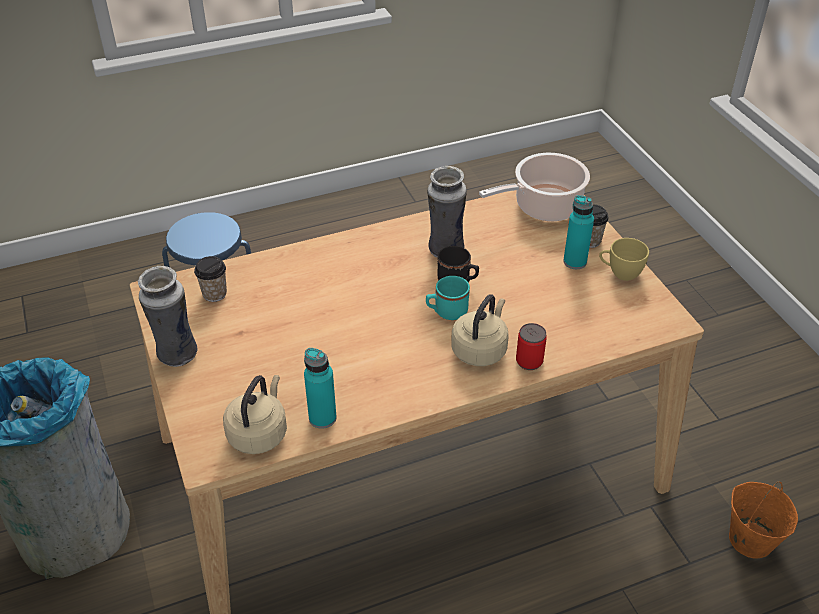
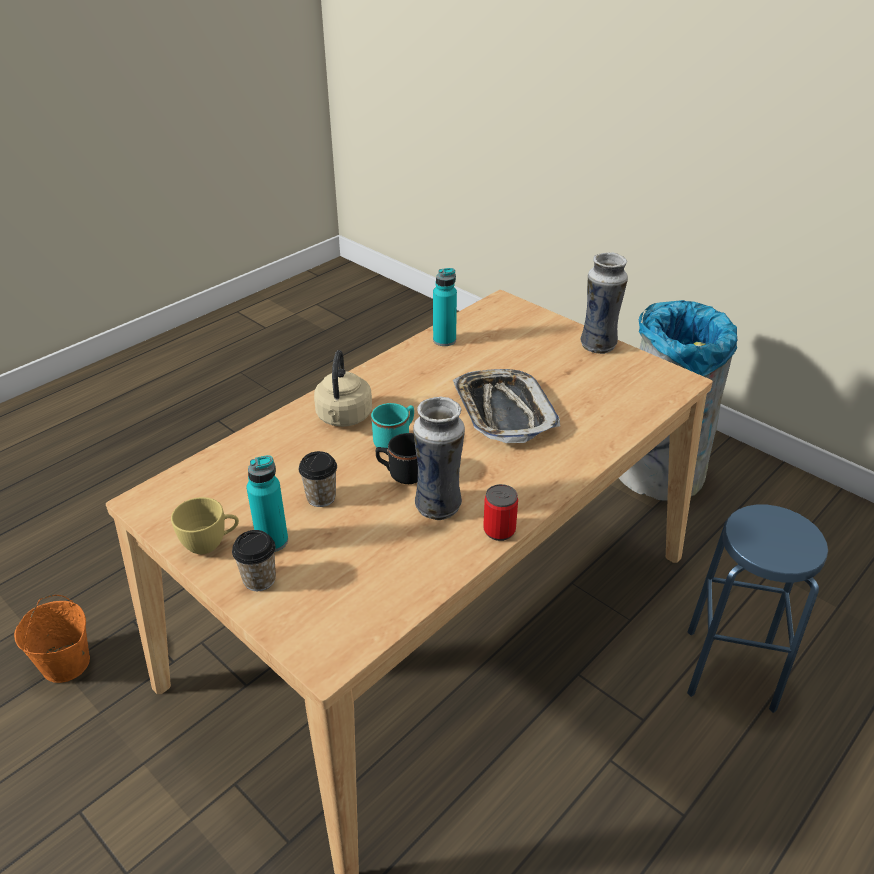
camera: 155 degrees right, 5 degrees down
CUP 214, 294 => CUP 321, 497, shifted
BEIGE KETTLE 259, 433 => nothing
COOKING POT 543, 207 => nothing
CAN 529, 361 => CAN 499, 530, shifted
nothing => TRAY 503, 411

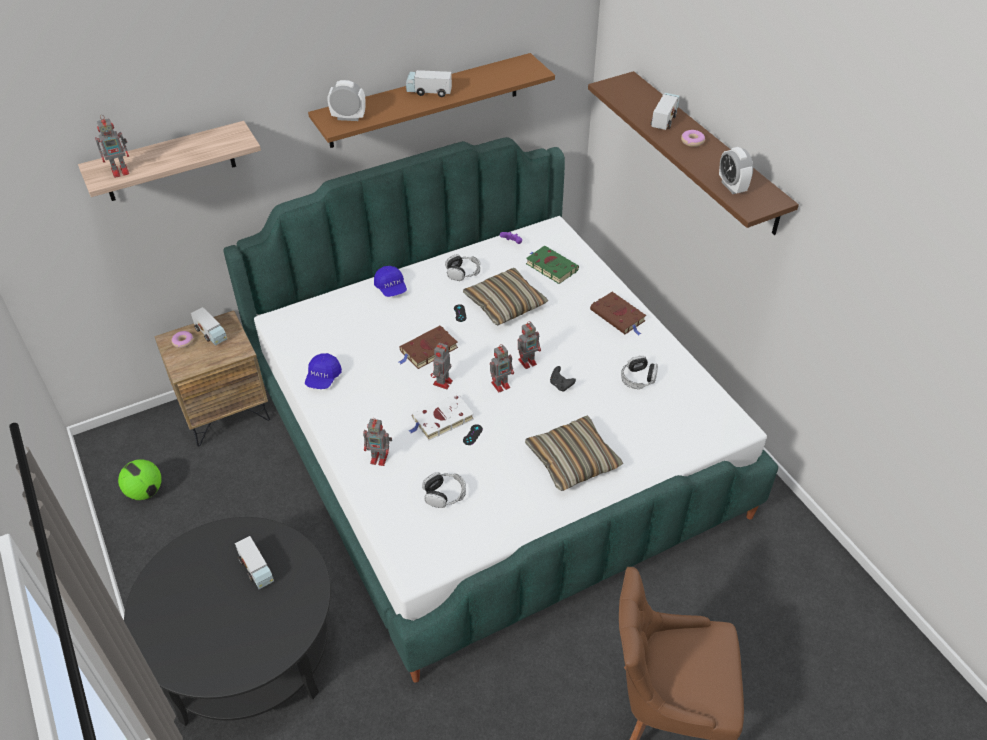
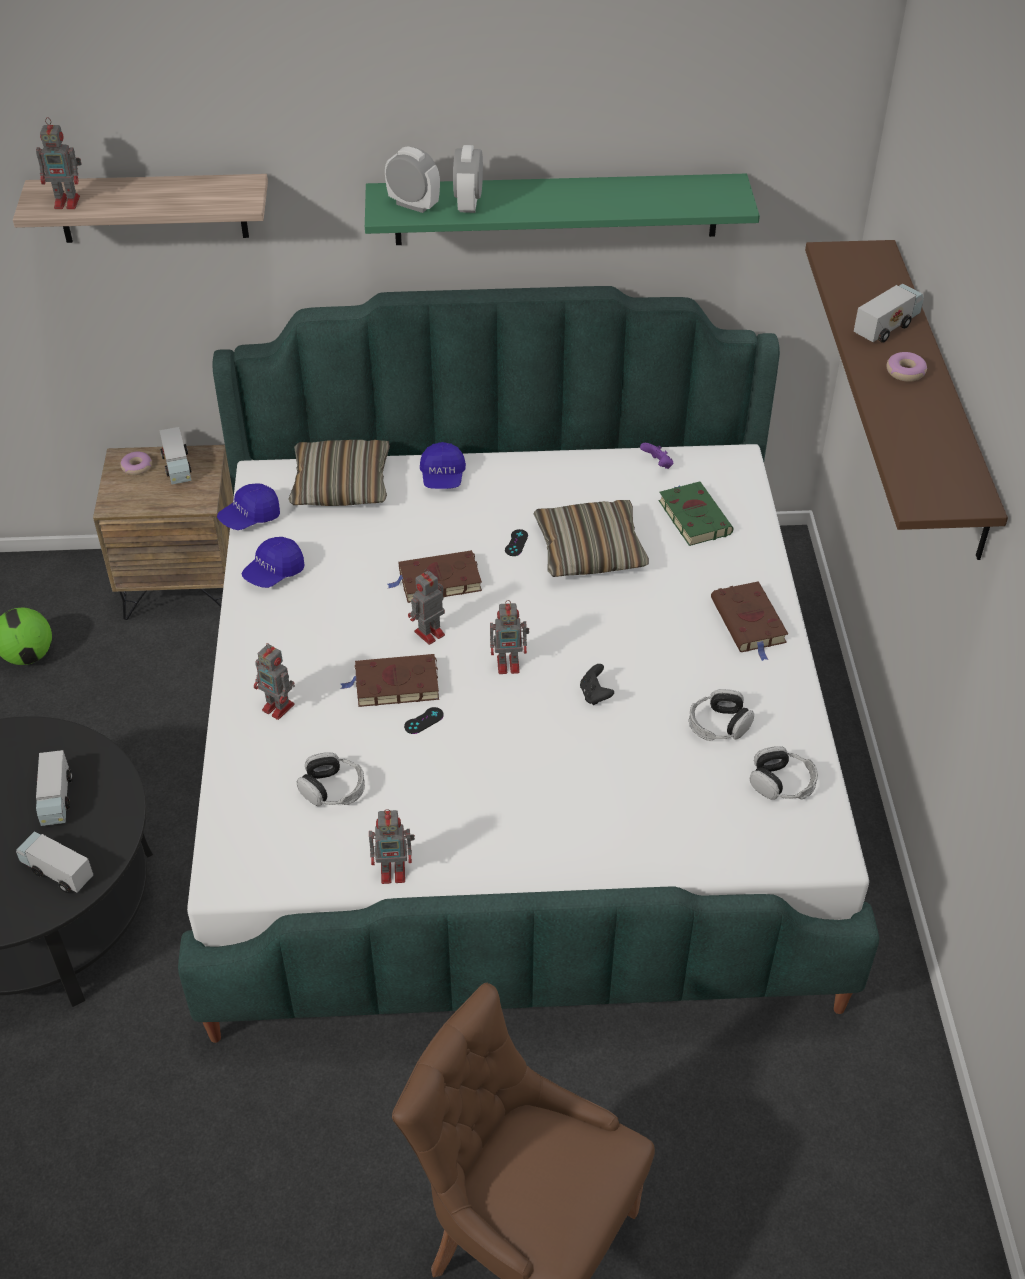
camera: 25 degrees right, 0 degrees up
BROWN SHELF 424, 101 => GREEN SHELF 556, 209
TOY TRUCK 429, 91 => TOY TRUCK 57, 870, shifted
WHITE BOOK 441, 420 => BROWN BOOK 394, 685
HEADPHONES 463, 272 => HEADPHONES 782, 783, shifted
TOY ROBOT 528, 361 => TOY ROBOT 394, 871, shifted
PILLOW 573, 460 => PILLOW 341, 485, shifted
ALARM CLOCK 732, 187 => ALARM CLOCK 468, 204, shifted
nothing => BLUE CAP 250, 517

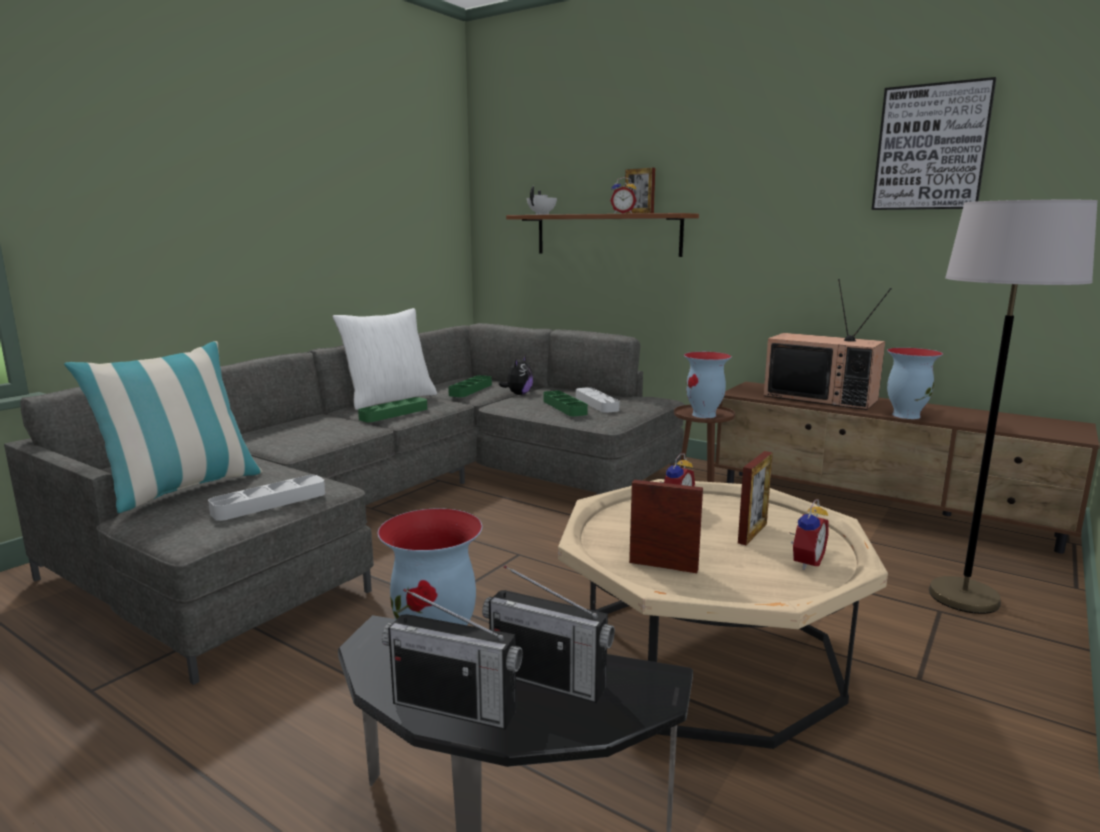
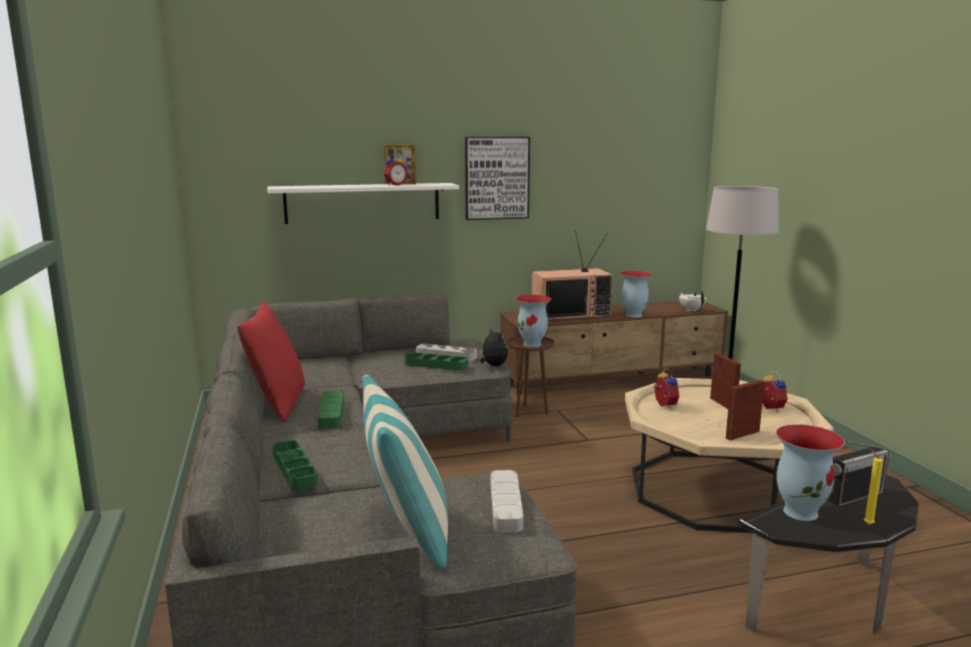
camera: 50 degrees left, 0 degrees up
WHITE PILLOW 389, 399 => RED PILLOW 278, 403
RADIO 455, 707 => YELLOW CANDLE 867, 523
GREEN TRAY 470, 390 => GREEN TRAY 294, 469, shifted
PLUSH TOY 518, 394 => PLUSH TOY 493, 365, shifted
BROWN SHELF 607, 235 => WHITE SHELF 363, 203
WHITE TEAPOT 542, 214 => WHITE TEAPOT 691, 310, shifted
PICTURE 931, 147 => PICTURE 496, 178, shifted

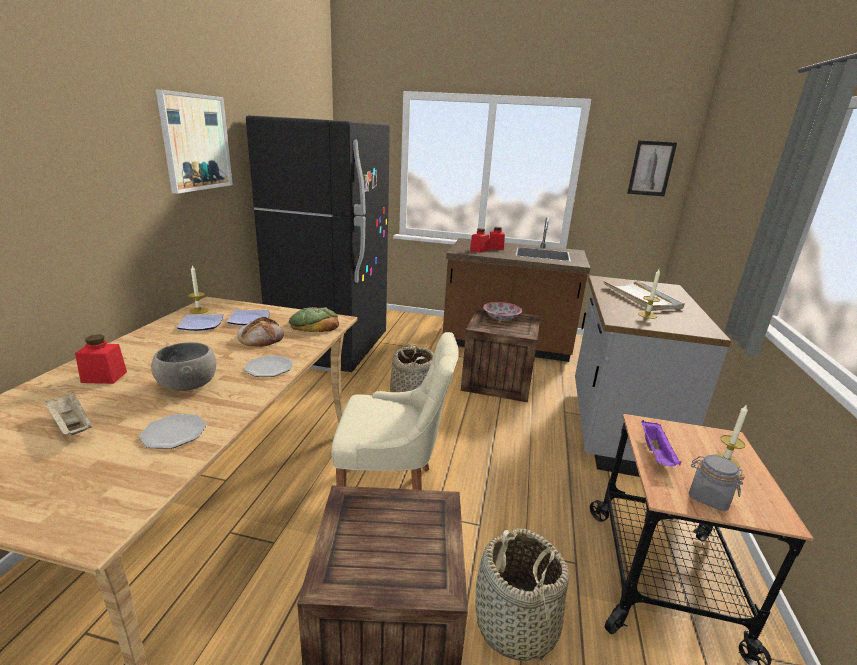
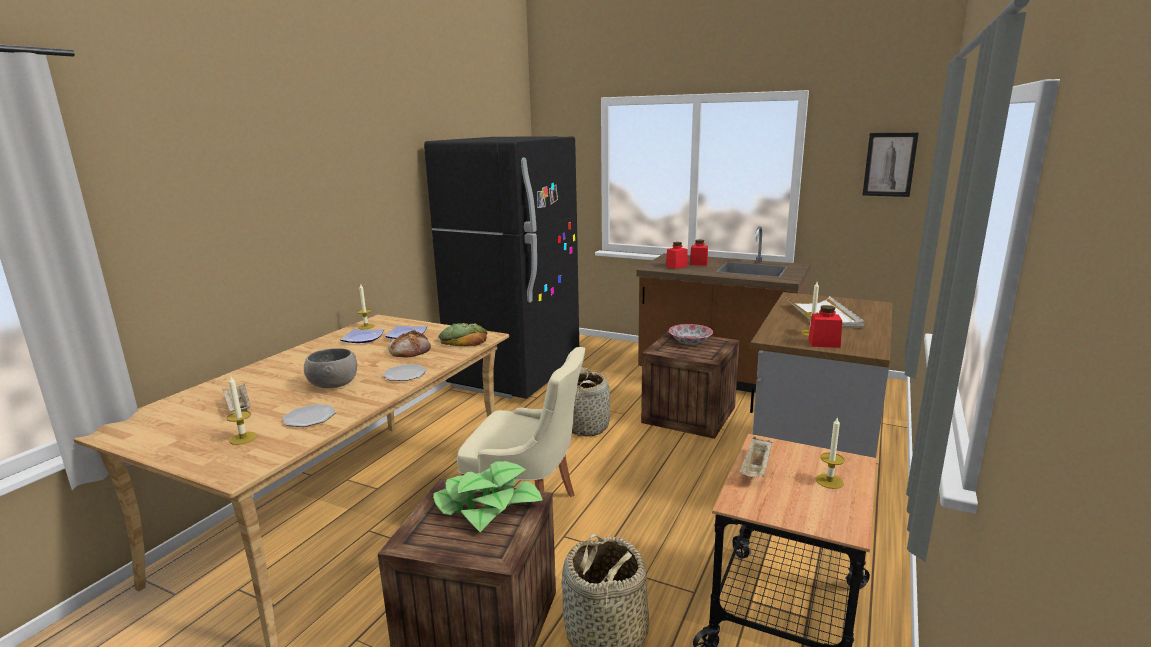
camera: 15 degrees right, 5 degrees down
RED JAR 104, 377 => RED JAR 824, 343, shifted
PICTURE 195, 142 => nothing
PURPLE TRAY 656, 453 => BEIGE TRAY 756, 469
GREY JAR 708, 497 => nothing
nothing => CANDLE 243, 438
nothing => POTTED PLANT 487, 505

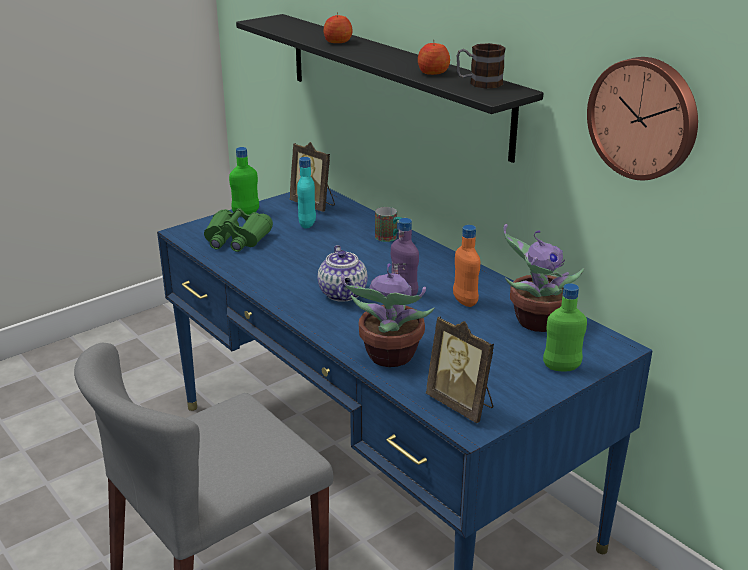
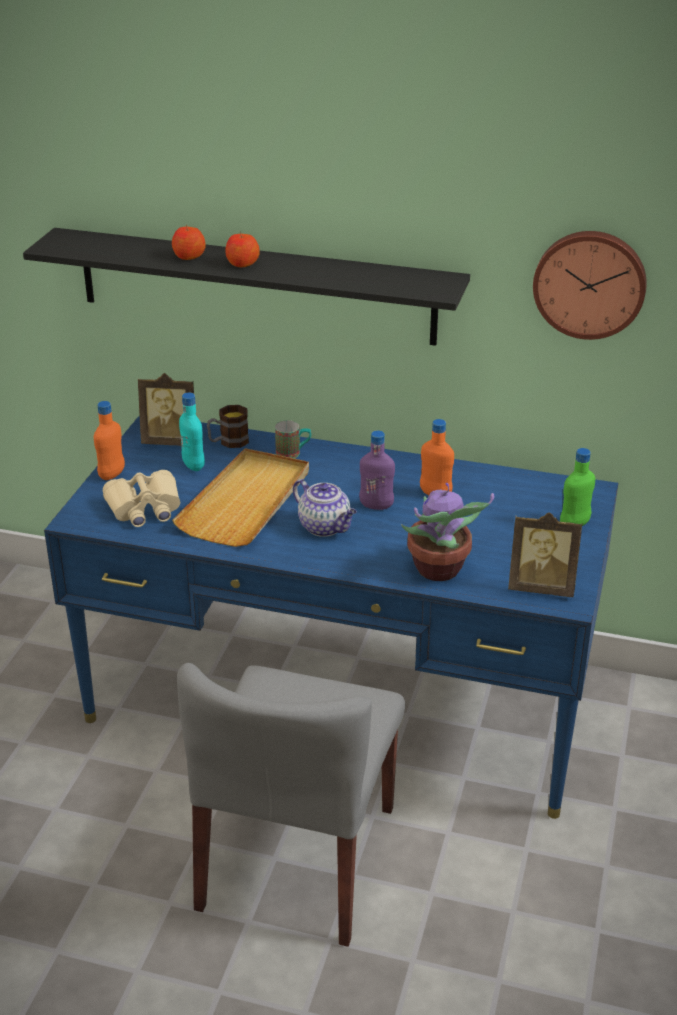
camera: 35 degrees left, 5 degrees up
GREEN BINOCULARS 236, 239 => BEIGE BINOCULARS 144, 508
GREEN BOTTLE 246, 213 => ORANGE BOTTLE 112, 474
APPLE 433, 72 => APPLE 242, 264, shifted
MUG 479, 83 => MUG 228, 442, shifted
POTTED PLANT 536, 322 => nothing
nothing => BEIGE TRAY 246, 501

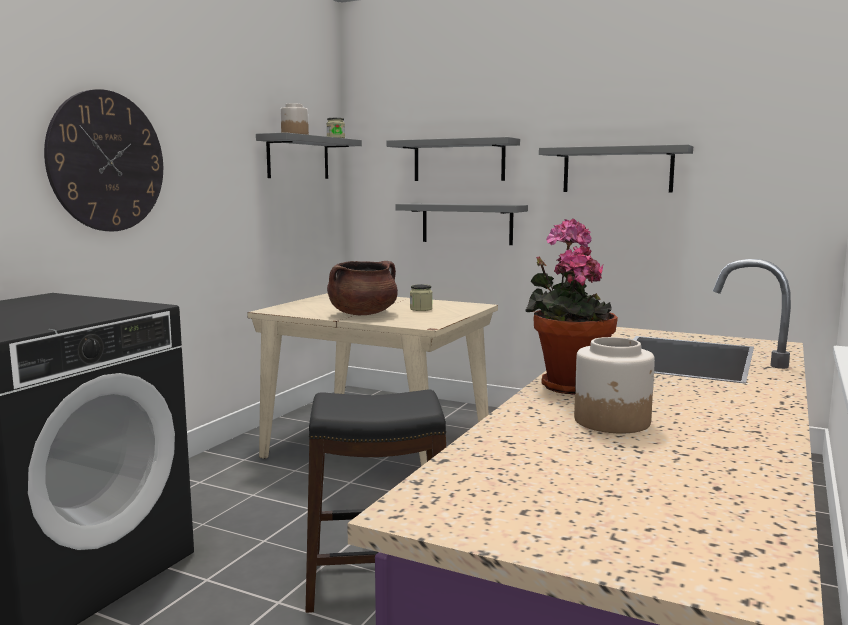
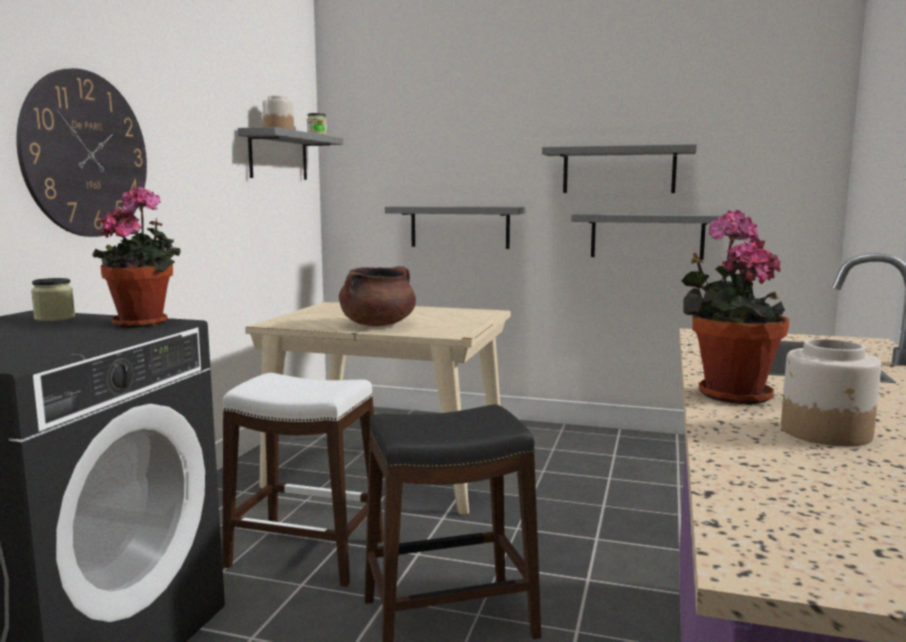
camera: 10 degrees left, 0 degrees up
GREY SHELF 459, 160 => GREY SHELF 647, 236, shifted
JAR 421, 309 => JAR 54, 318, shifted
nothing => POTTED PLANT 145, 322
nothing => WHITE STOOL 306, 554

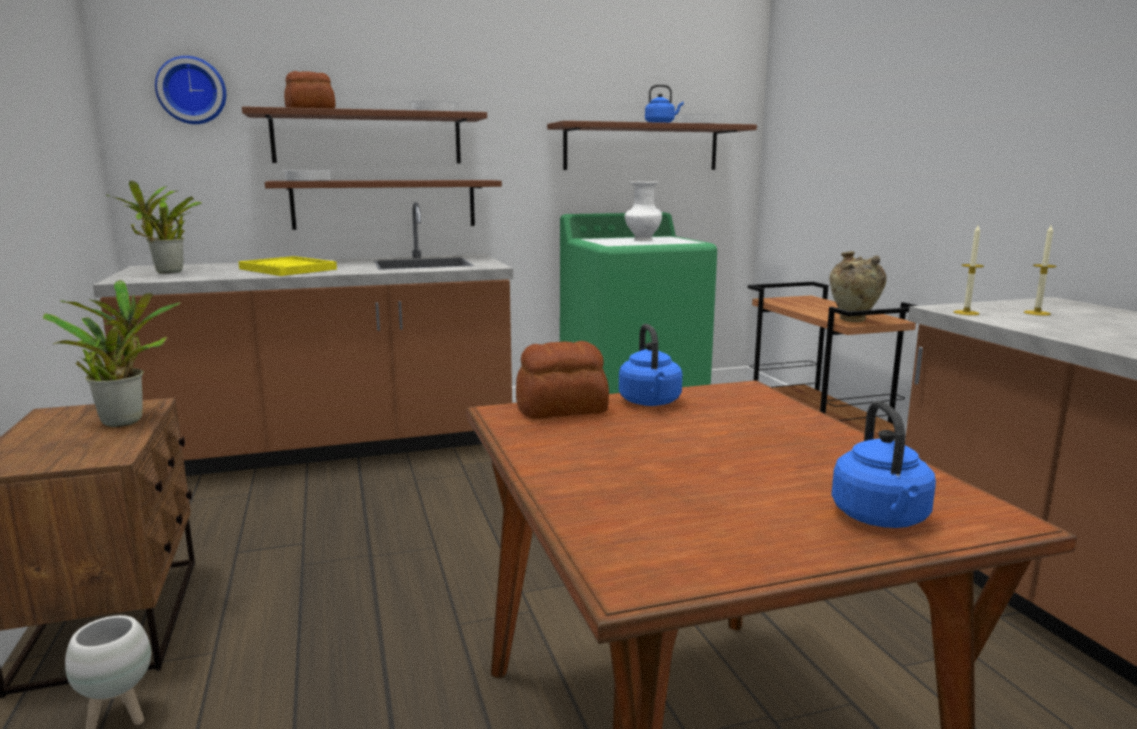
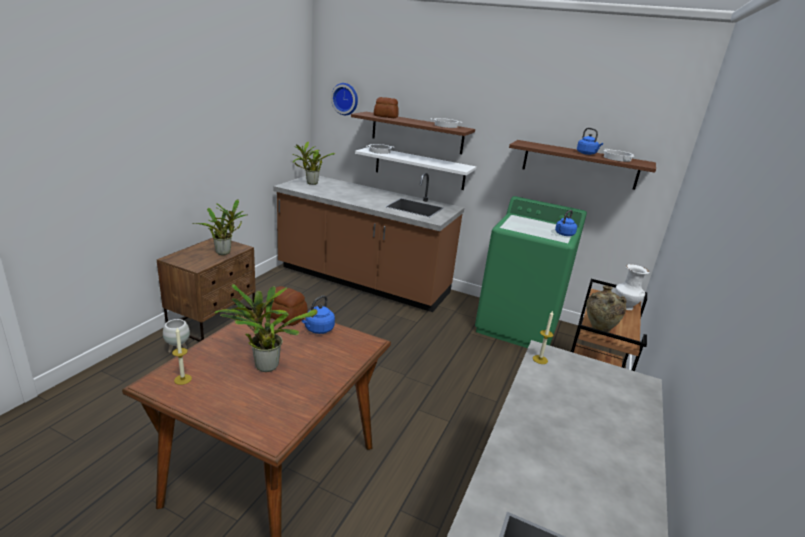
camera: 40 degrees right, 10 degrees up
YELLOW TRAY 288, 269 => nothing
BROWN SHELF 385, 204 => WHITE SHELF 419, 168
WHITE VASE 642, 240 => WHITE VASE 624, 306, shifted
BLUE KETTLE 881, 519 => BLUE KETTLE 564, 234, shifted
CANDLE 1037, 313 => CANDLE 183, 379, shifted
nothing => POTTED PLANT 264, 365

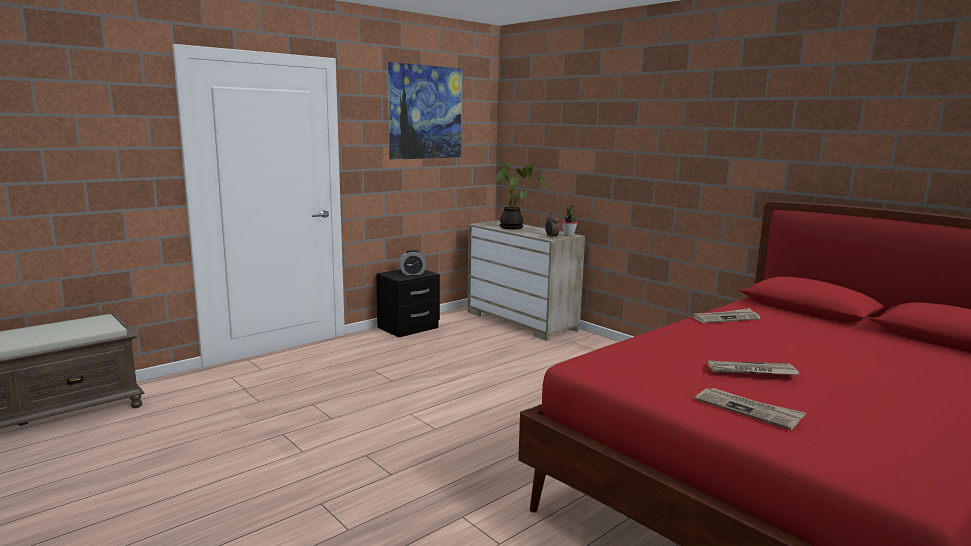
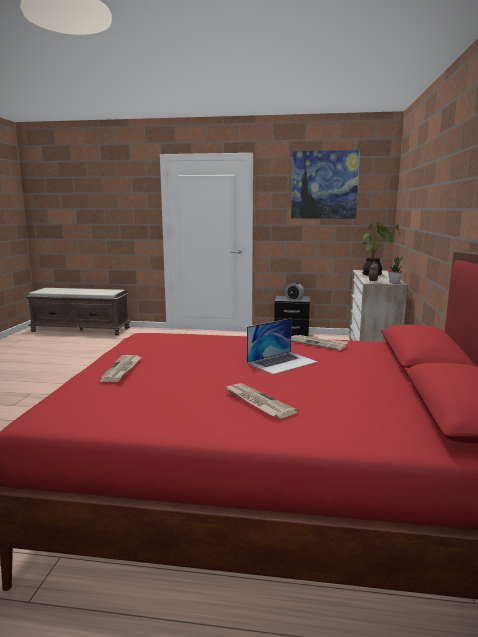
camera: 50 degrees right, 0 degrees up
NEWSPAPER 751, 371 => NEWSPAPER 257, 402, shifted
nothing => LAPTOP 282, 362

